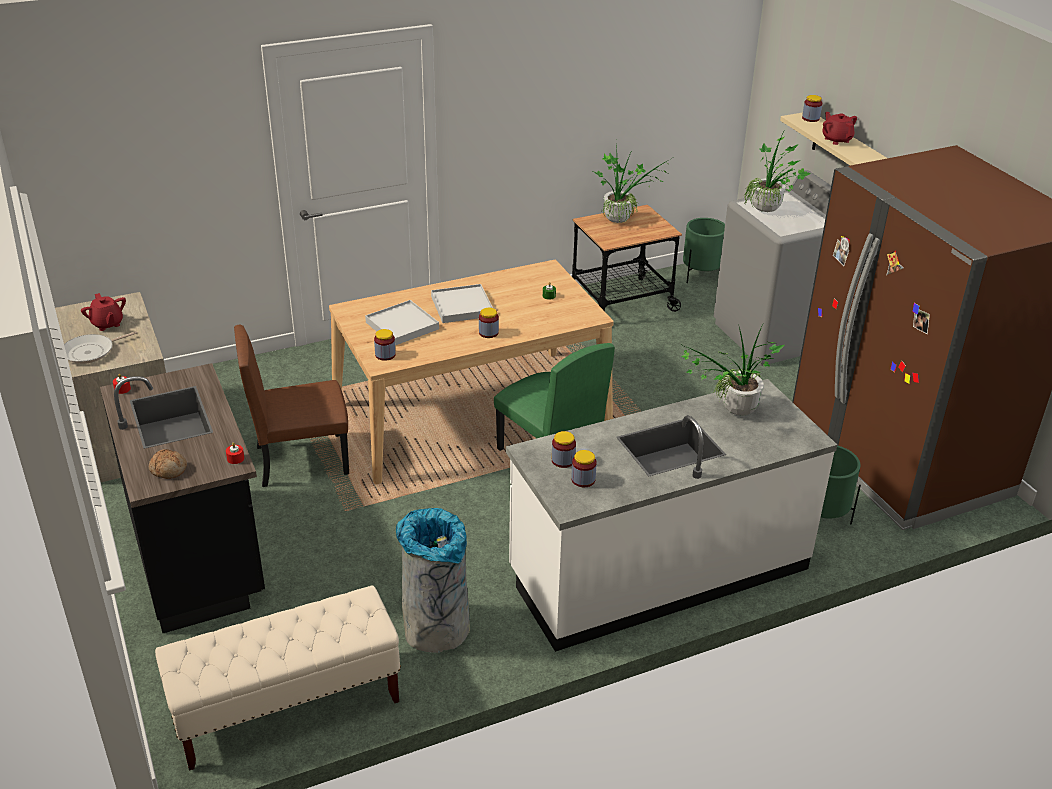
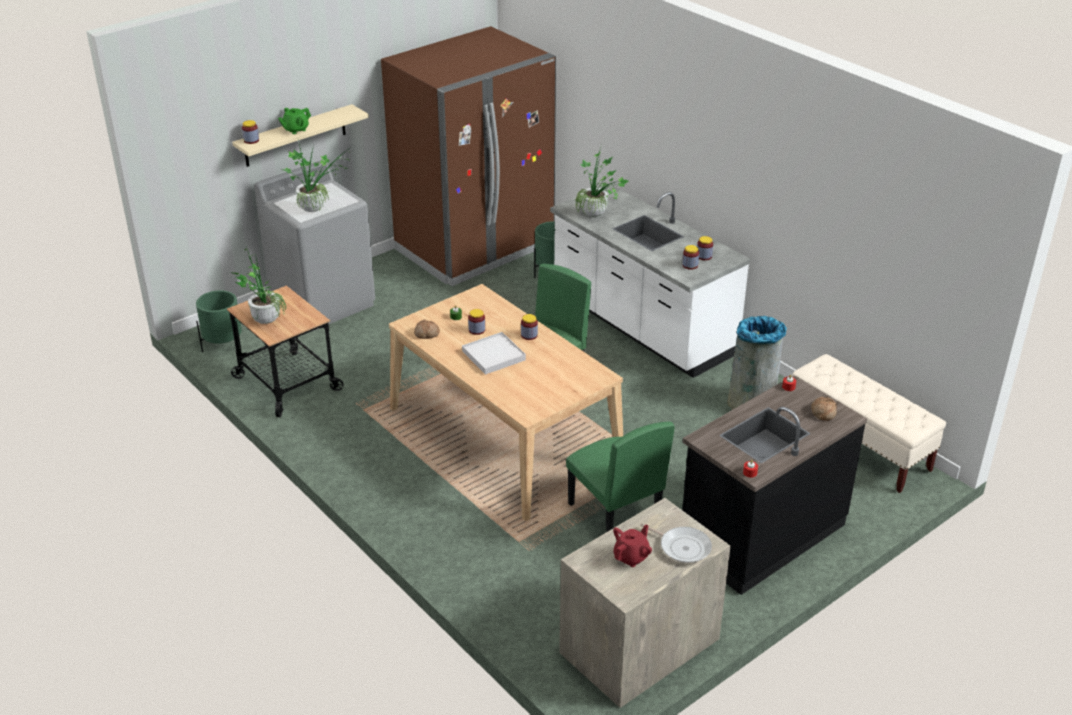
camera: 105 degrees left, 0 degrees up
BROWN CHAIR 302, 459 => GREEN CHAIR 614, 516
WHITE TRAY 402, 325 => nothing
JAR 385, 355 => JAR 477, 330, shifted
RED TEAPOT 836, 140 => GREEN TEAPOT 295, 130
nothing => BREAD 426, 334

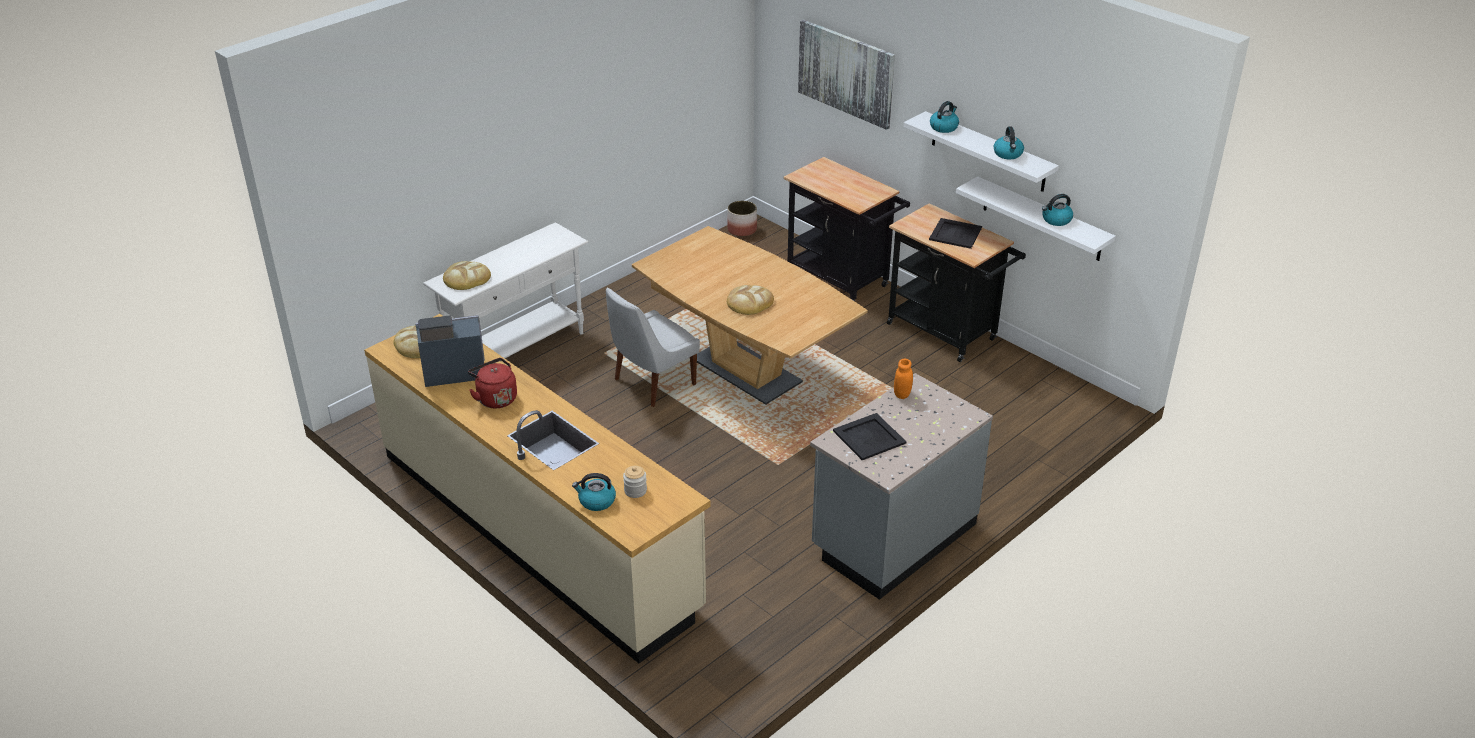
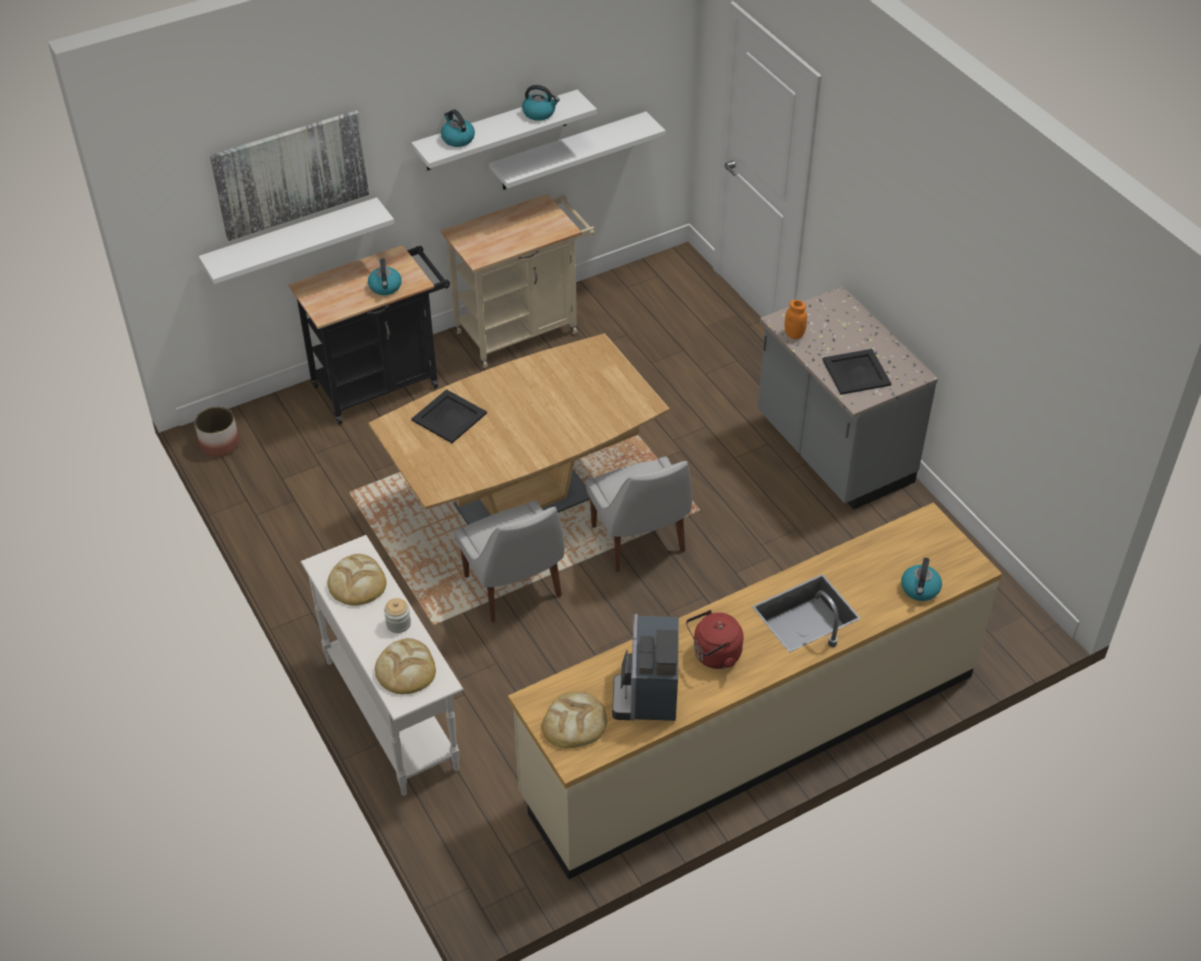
camera: 75 degrees left, 10 degrees up
JAR 635, 491 => JAR 398, 624, shifted
BREAD 749, 302 => BREAD 357, 583, shifted
BLACK CART 947, 334 => BEIGE CART 523, 329
BLACK TRAY 956, 233 => BLACK TRAY 449, 416, shifted
KETTLE 1056, 220 => KETTLE 385, 287, shifted
nothing => WHITE SHELF 292, 241
nothing => WHITE CHAIR 639, 541

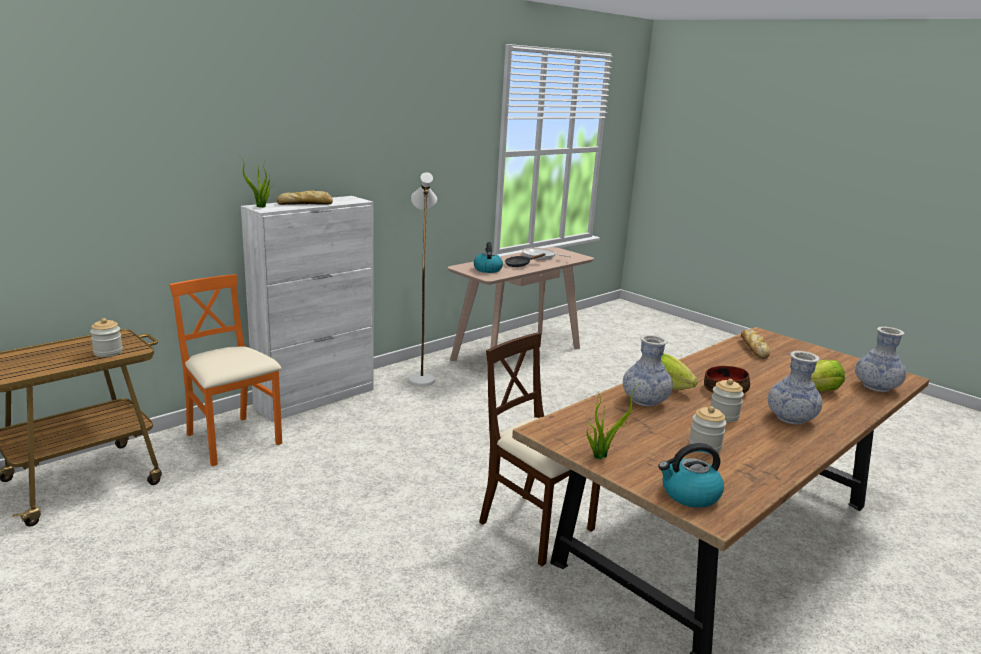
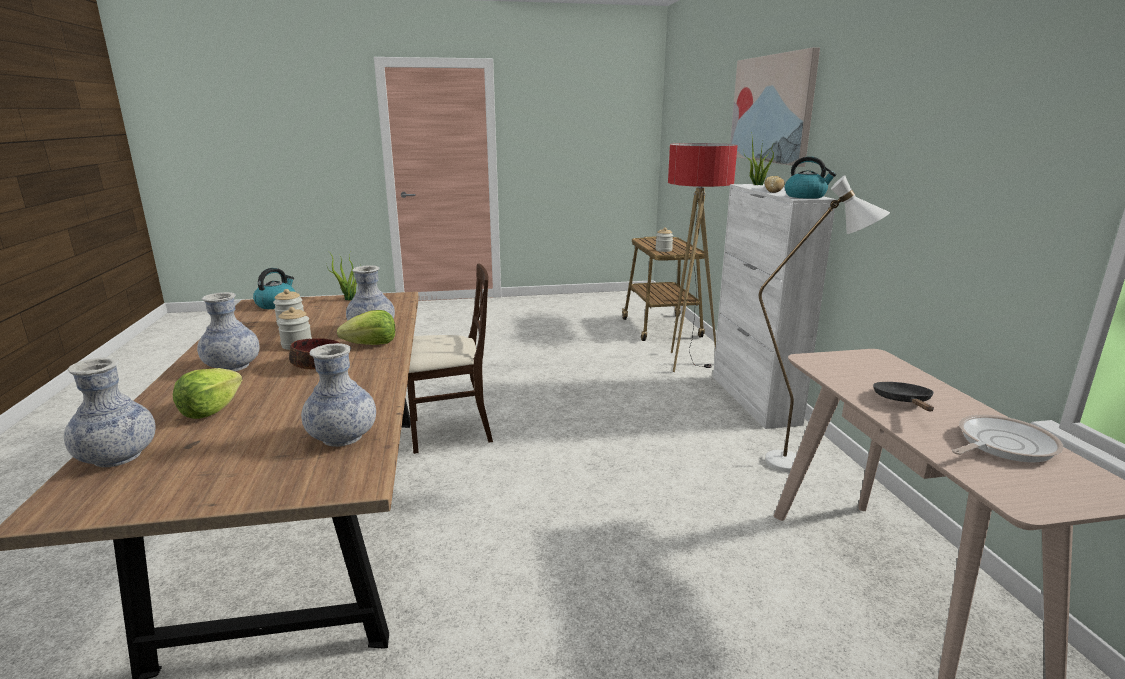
camera: 125 degrees right, 0 degrees up
ORANGE CHAIR 233, 440 => FLOOR LAMP 687, 362
KETTLE 487, 269 => KETTLE 806, 196, shifted
BREAD 753, 348 => VASE 342, 437
nothing => PICTURE 772, 109

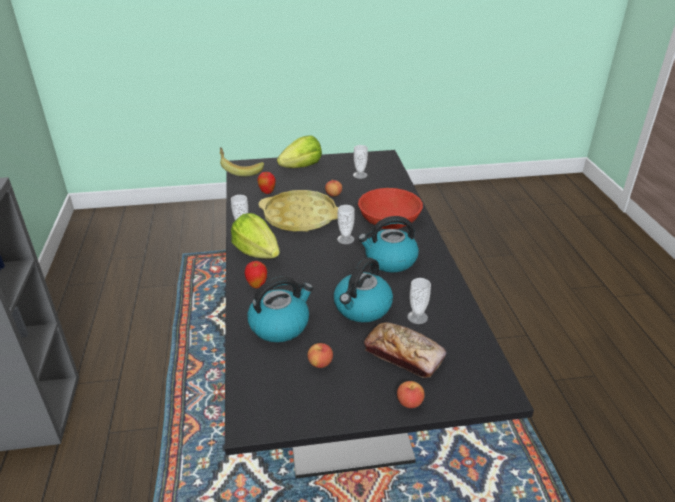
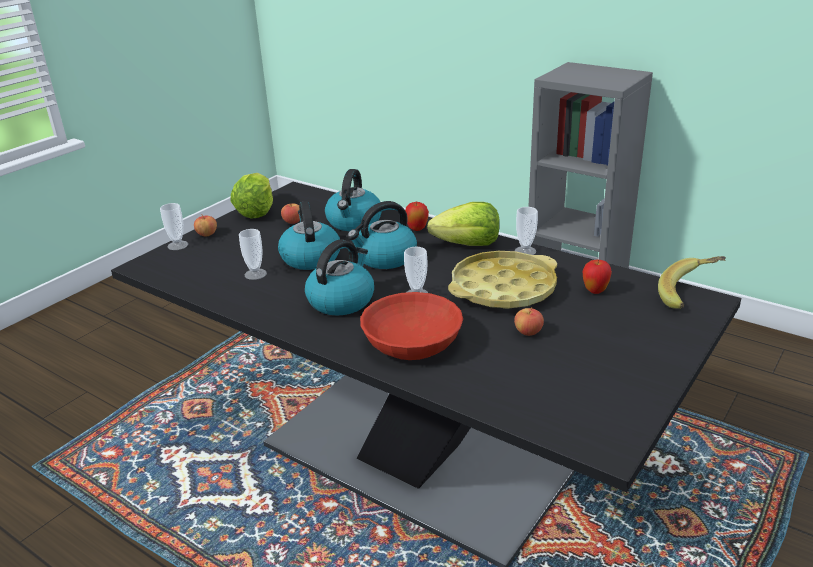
camera: 135 degrees right, 5 degrees down
LETTUCE 302, 166 => LETTUCE 256, 211, shifted
CUP 360, 175 => CUP 177, 245, shifted
BREAD 404, 355 => nothing
nothing => KETTLE 385, 258

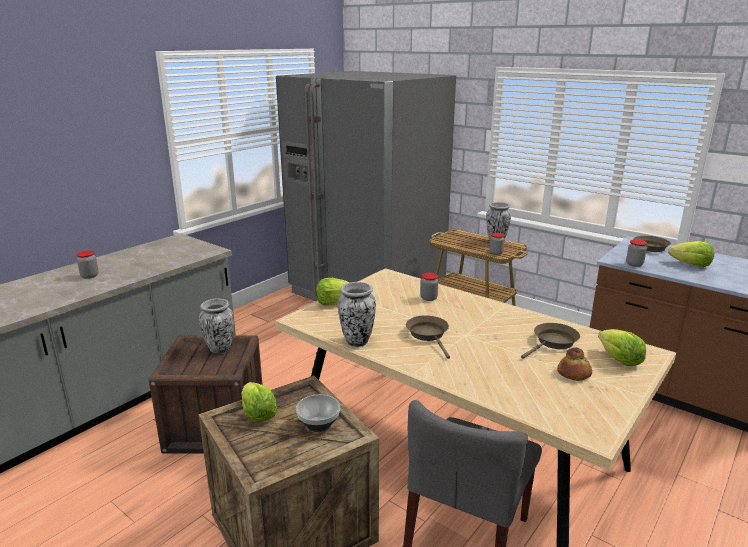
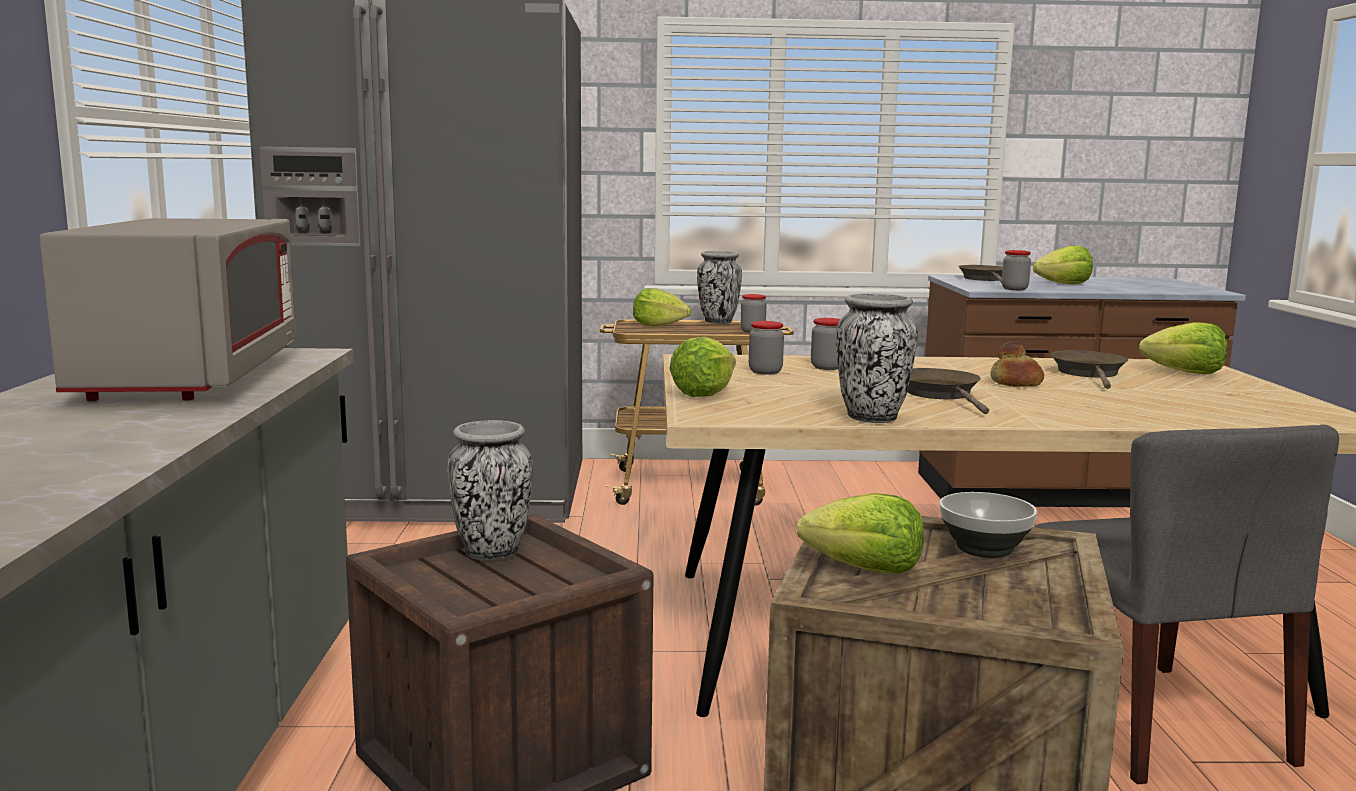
camera: 40 degrees left, 10 degrees down
JAR 90, 276 => JAR 765, 372, shifted
BROWN FRYING PAN 429, 335 => BROWN FRYING PAN 942, 395, 45 degrees clockwise
BREAD 574, 373 => BREAD 1017, 383, shifted
nothing => GREY MICROWAVE 193, 377
nothing => LETTUCE 658, 325

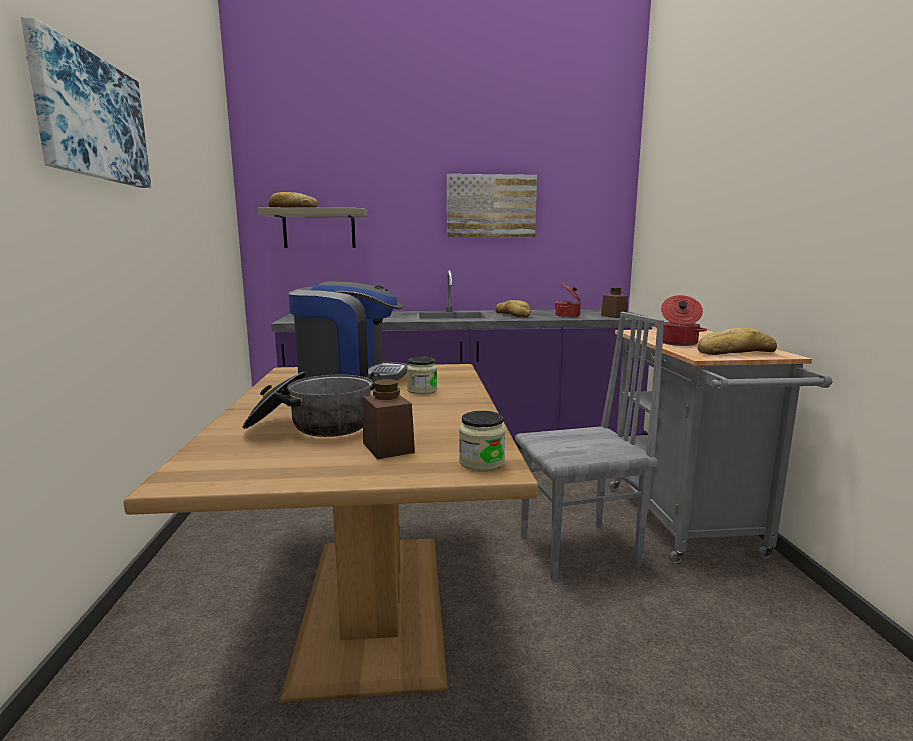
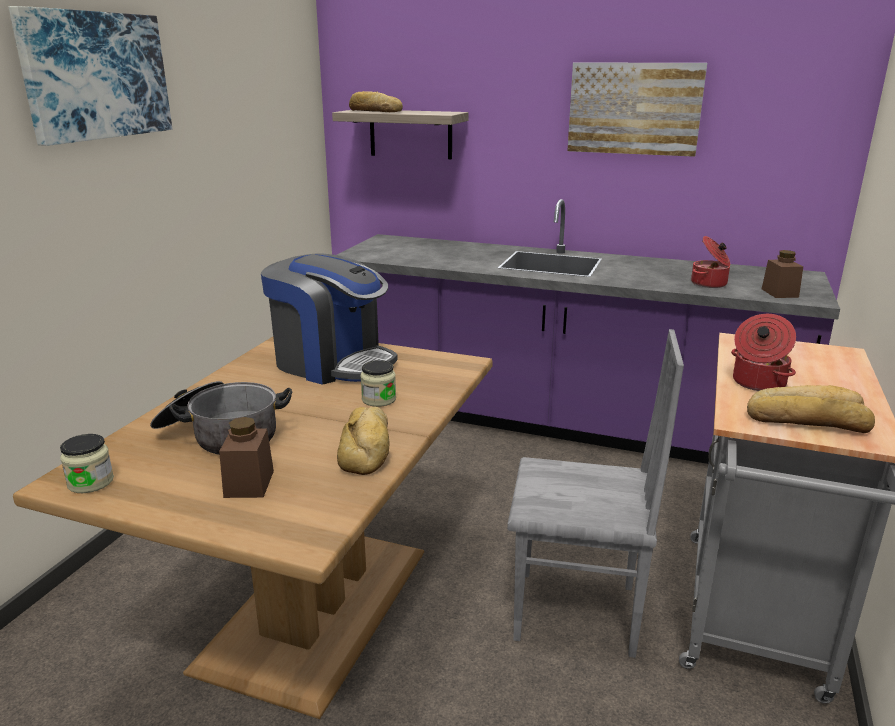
camera: 25 degrees right, 10 degrees up
JAR 481, 462 => JAR 90, 482, shifted
BREAD 512, 315 => BREAD 367, 447, shifted

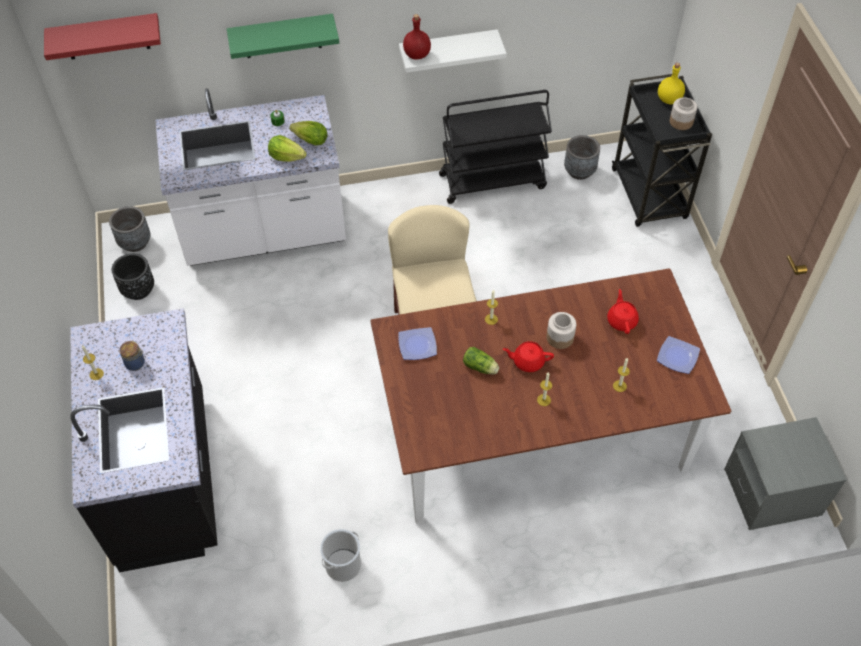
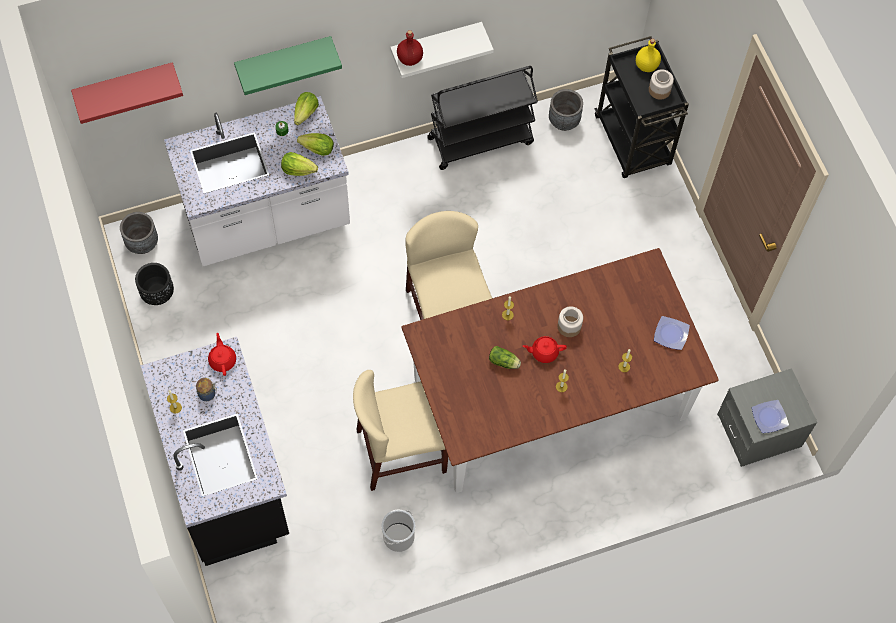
camera: 10 degrees left, 10 degrees up
PLATE 418, 345 => PLATE 769, 417, shifted
RED TEAPOT 621, 320 => RED TEAPOT 223, 360, shifted
nothing => LETTUCE 306, 113
nothing => BEIGE CHAIR 401, 451

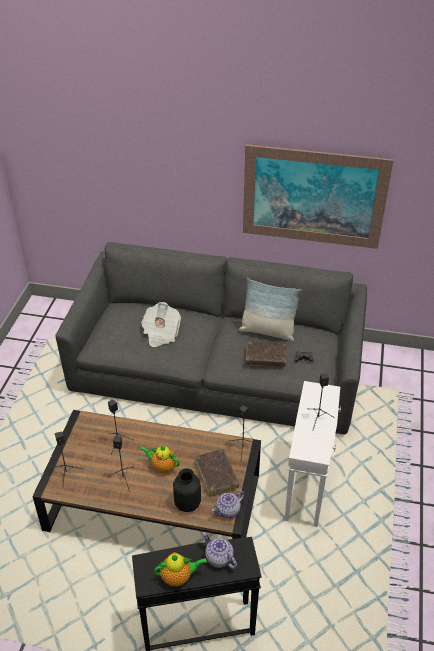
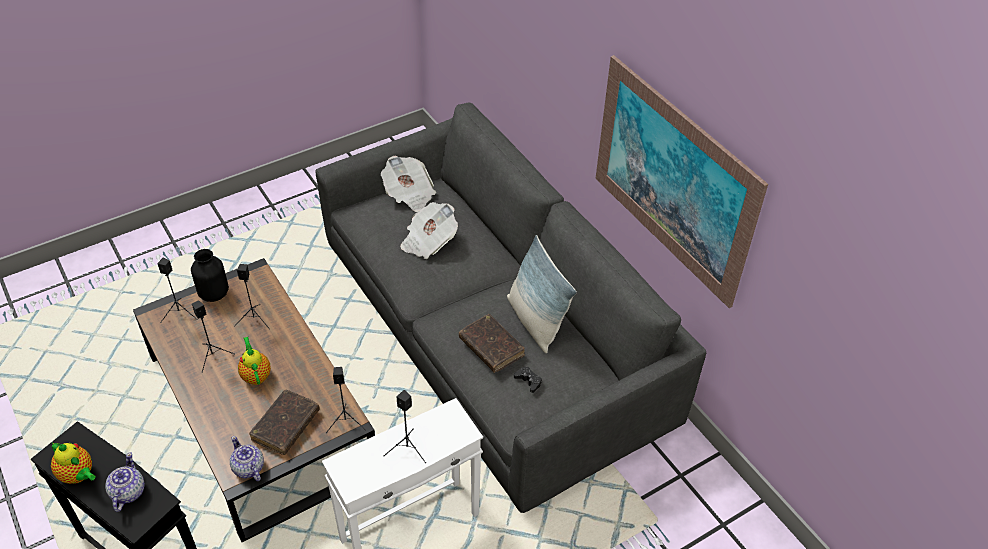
camera: 45 degrees right, 5 degrees up
BLACK VASE 188, 504 => BLACK VASE 214, 294, shifted
TEAPOT 228, 510 => TEAPOT 248, 468, 45 degrees clockwise
nothing => NEWSPAPER 409, 194

